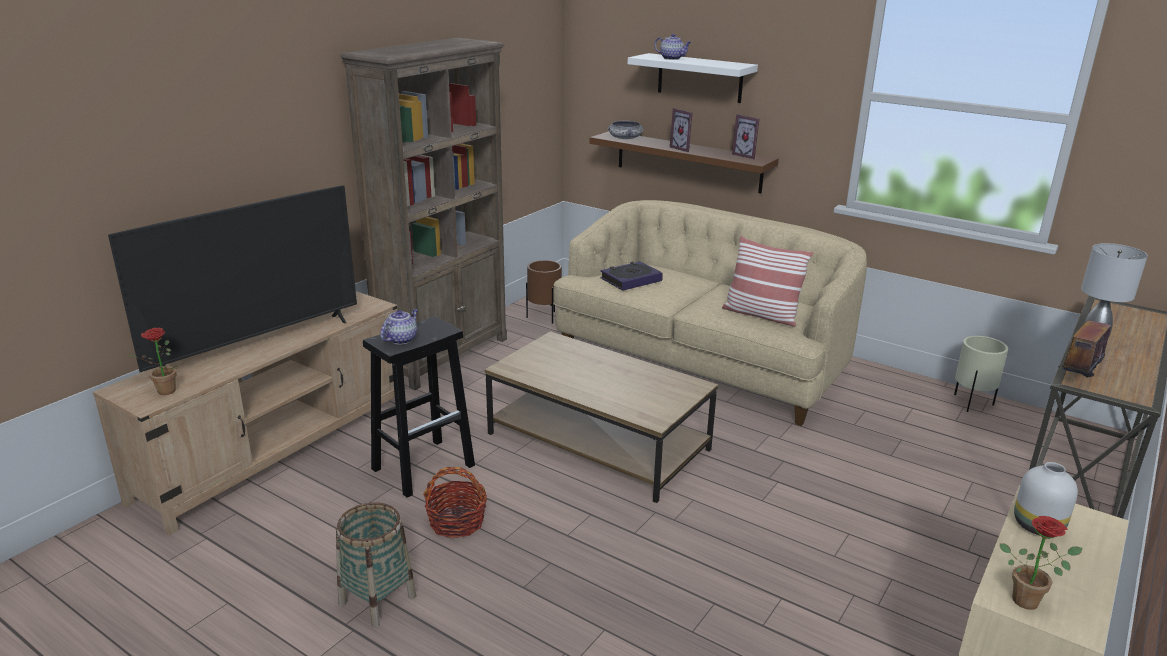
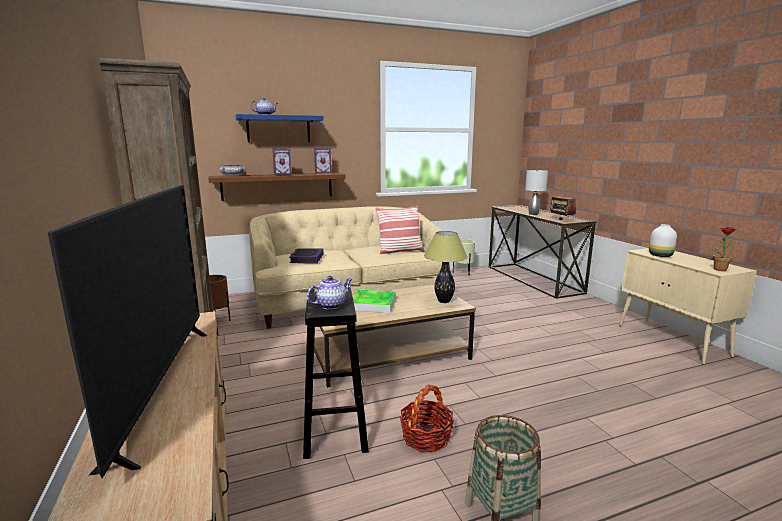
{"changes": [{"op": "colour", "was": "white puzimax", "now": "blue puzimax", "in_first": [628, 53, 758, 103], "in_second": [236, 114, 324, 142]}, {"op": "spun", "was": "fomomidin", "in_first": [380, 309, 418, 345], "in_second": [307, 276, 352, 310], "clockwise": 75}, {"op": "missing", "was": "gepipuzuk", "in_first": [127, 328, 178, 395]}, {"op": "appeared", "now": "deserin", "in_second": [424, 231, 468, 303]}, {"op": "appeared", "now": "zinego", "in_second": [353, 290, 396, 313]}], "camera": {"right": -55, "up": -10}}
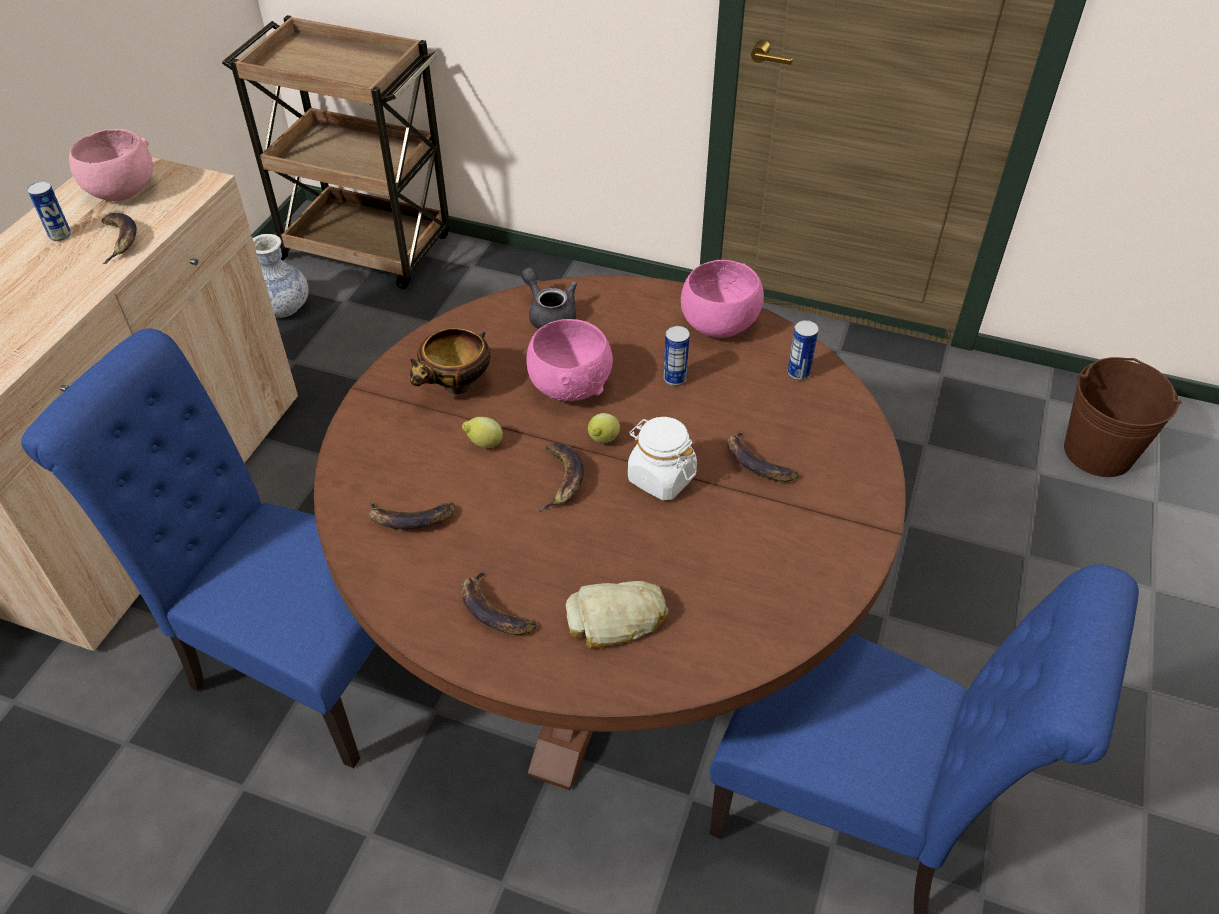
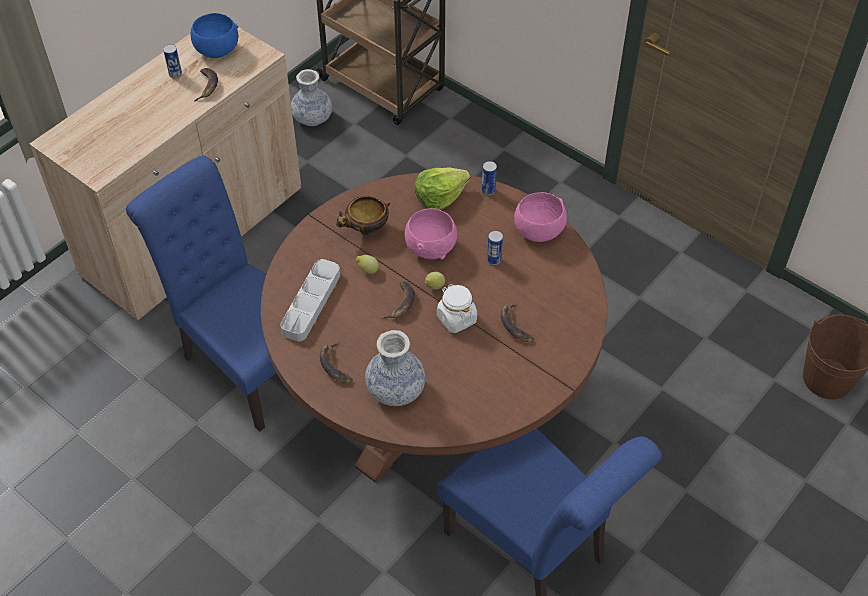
{"changes": [{"op": "colour", "was": "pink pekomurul", "now": "blue pekomurul", "in_first": [69, 129, 153, 201], "in_second": [191, 13, 238, 58]}, {"op": "exchanged", "was": "grey fomomidin", "now": "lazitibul", "in_first": [521, 267, 577, 329], "in_second": [415, 167, 470, 210]}, {"op": "relocated", "was": "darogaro", "in_first": [787, 320, 819, 381], "in_second": [482, 161, 497, 195]}, {"op": "exchanged", "was": "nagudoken", "now": "grey zinego", "in_first": [369, 500, 455, 529], "in_second": [280, 259, 340, 342]}, {"op": "exchanged", "was": "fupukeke", "now": "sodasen", "in_first": [566, 581, 668, 649], "in_second": [365, 330, 425, 406]}], "camera": {"right": 20, "up": 5}}
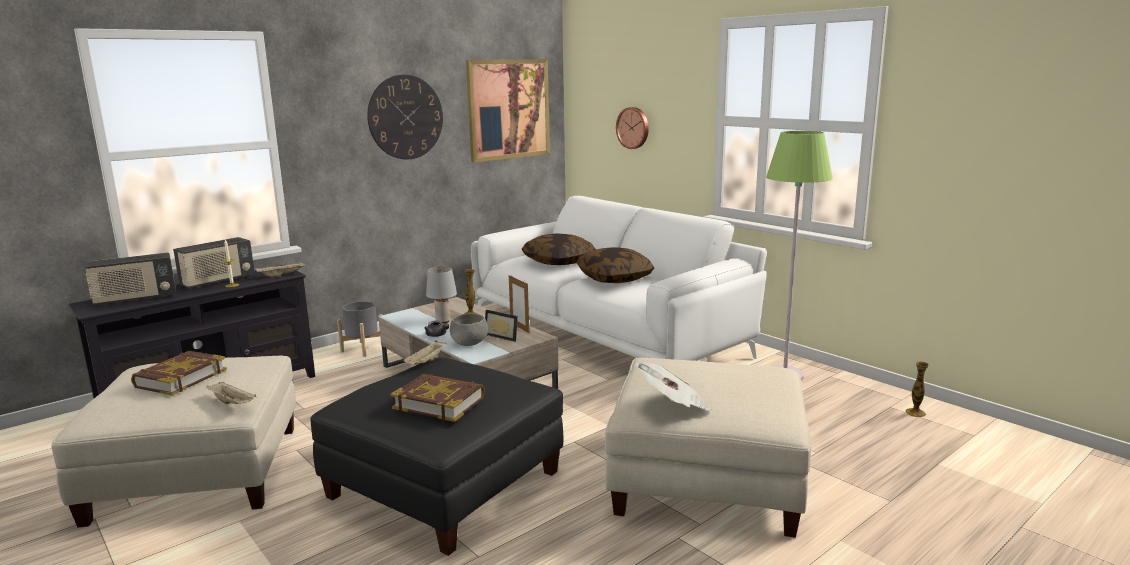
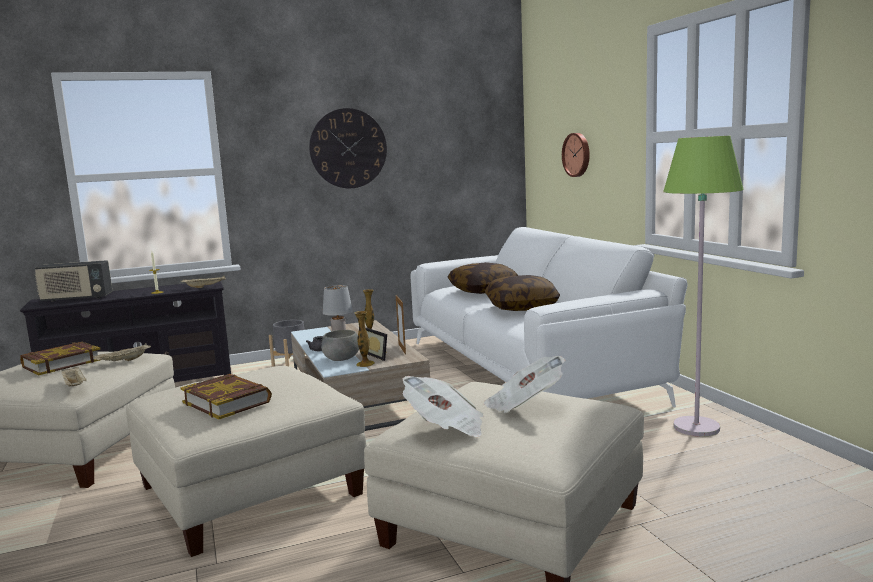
{"changes": [{"op": "missing", "was": "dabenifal", "in_first": [466, 59, 550, 162]}, {"op": "missing", "was": "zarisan", "in_first": [173, 237, 255, 288]}, {"op": "relocated", "was": "beige zinego", "in_first": [403, 340, 447, 364], "in_second": [93, 343, 151, 361]}, {"op": "colour", "was": "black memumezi", "now": "beige memumezi", "in_first": [310, 357, 563, 556], "in_second": [126, 366, 367, 557]}, {"op": "relocated", "was": "sodasen", "in_first": [905, 361, 929, 417], "in_second": [354, 311, 375, 367]}, {"op": "appeared", "now": "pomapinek", "in_second": [484, 356, 566, 413]}], "camera": {"right": 20, "up": -5}}
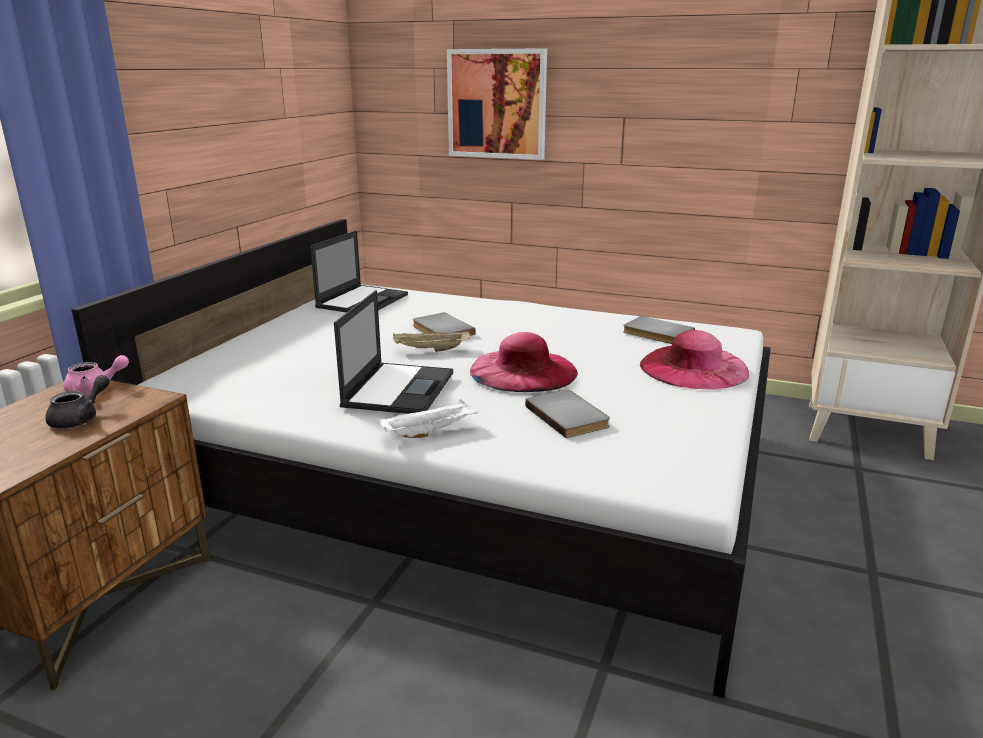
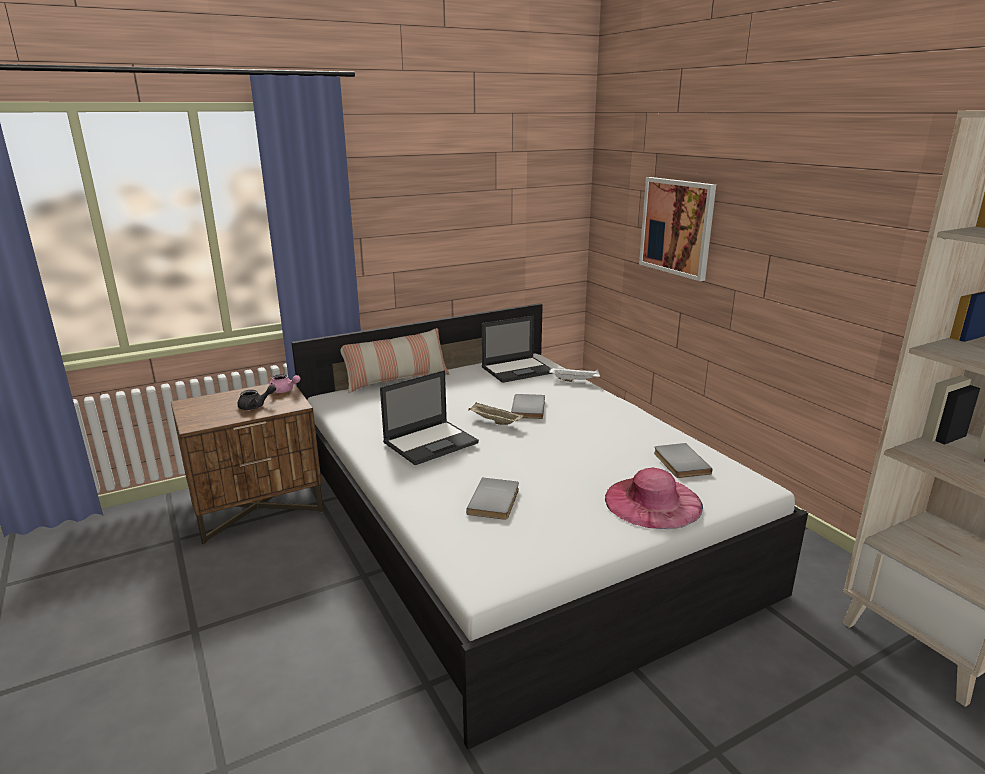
{"changes": [{"op": "missing", "was": "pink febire", "in_first": [470, 332, 578, 392]}, {"op": "relocated", "was": "white zinego", "in_first": [379, 399, 479, 438], "in_second": [549, 368, 600, 382]}, {"op": "appeared", "now": "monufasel", "in_second": [340, 328, 449, 393]}], "camera": {"right": 40, "up": 0}}
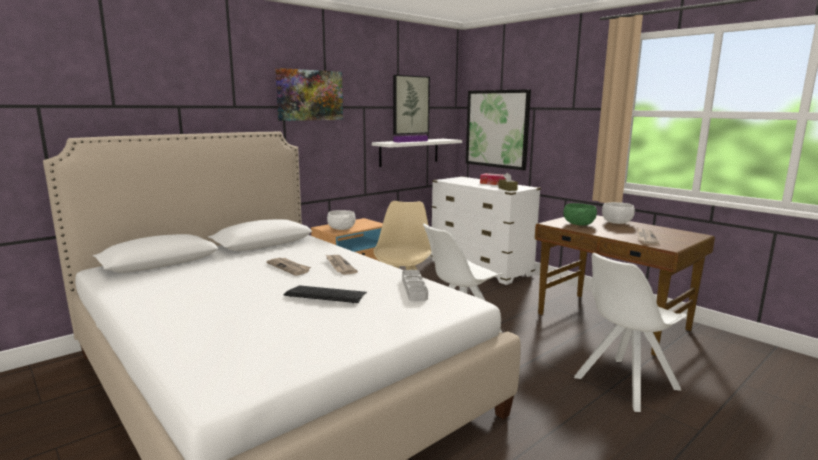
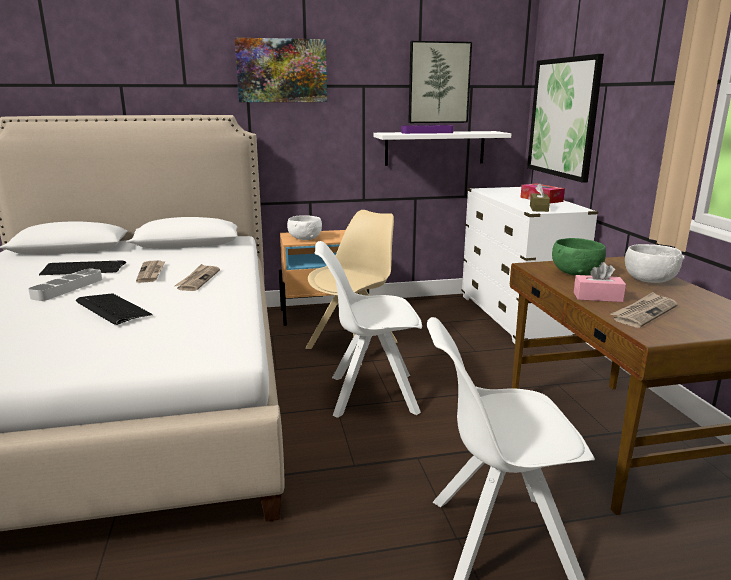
{"changes": [{"op": "relocated", "was": "grey zinego", "in_first": [402, 270, 428, 301], "in_second": [28, 268, 102, 301]}, {"op": "appeared", "now": "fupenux", "in_second": [39, 261, 126, 275]}, {"op": "appeared", "now": "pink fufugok", "in_second": [574, 262, 626, 302]}], "camera": {"right": 30, "up": 5}}
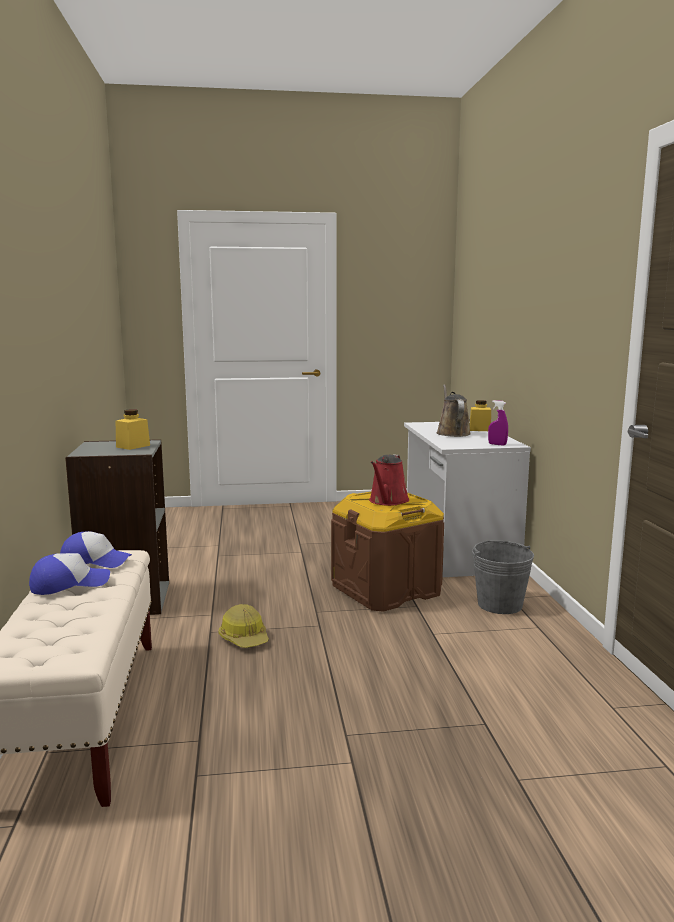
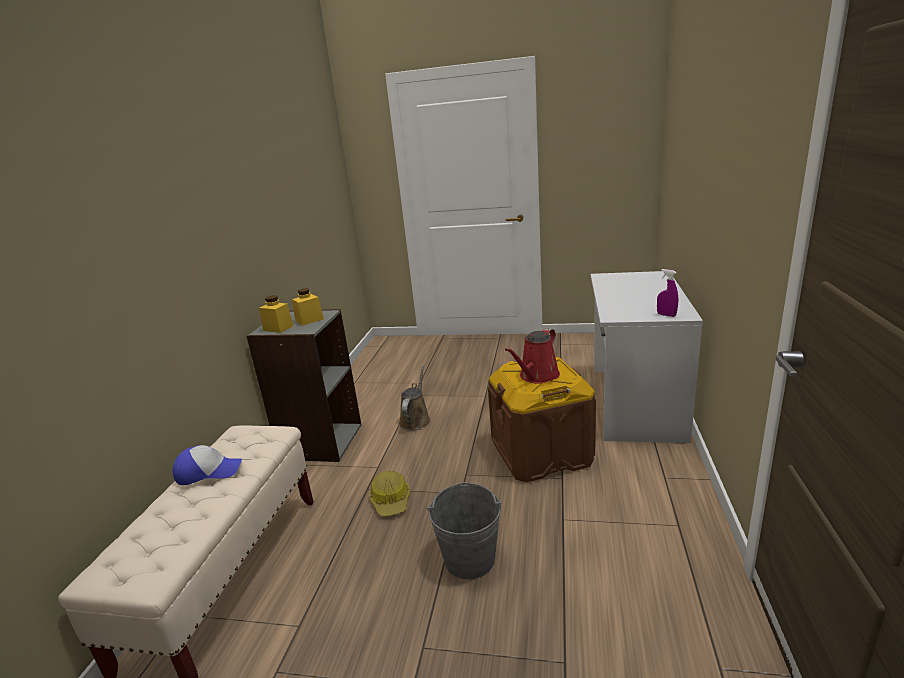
{"changes": [{"op": "relocated", "was": "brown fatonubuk", "in_first": [436, 384, 471, 437], "in_second": [399, 365, 431, 431]}, {"op": "relocated", "was": "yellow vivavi", "in_first": [470, 400, 491, 431], "in_second": [259, 295, 293, 333]}, {"op": "missing", "was": "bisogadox", "in_first": [60, 531, 132, 568]}, {"op": "relocated", "was": "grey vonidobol", "in_first": [472, 541, 534, 614], "in_second": [427, 482, 501, 579]}], "camera": {"right": 20, "up": 10}}
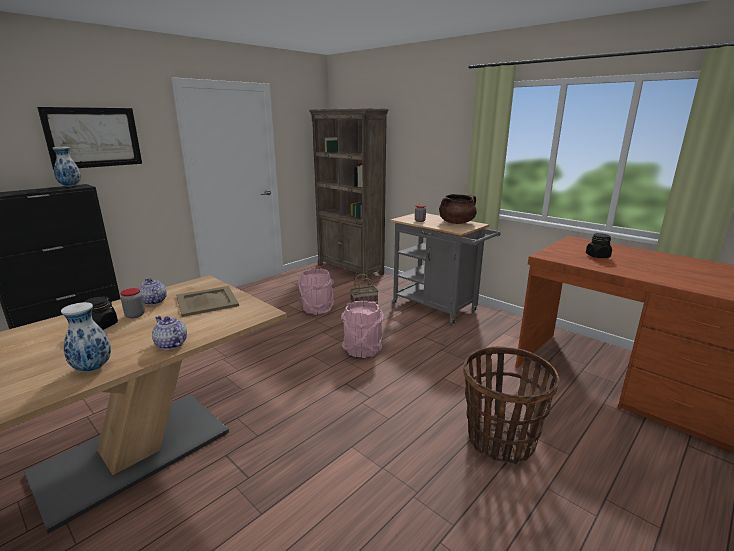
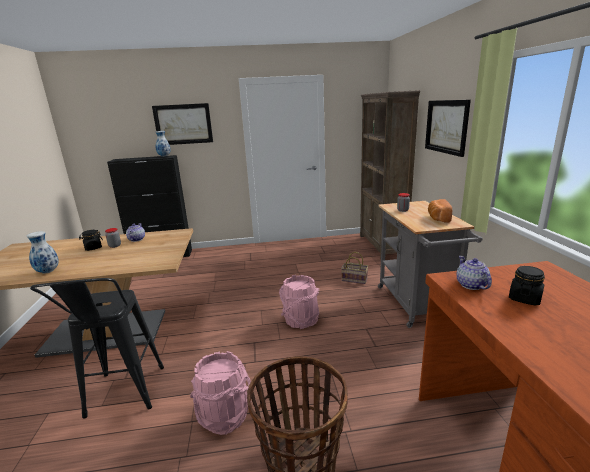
{"changes": [{"op": "exchanged", "was": "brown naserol", "now": "fupukeke", "in_first": [439, 194, 477, 224], "in_second": [428, 199, 452, 223]}, {"op": "relocated", "was": "pink vonidobol", "in_first": [298, 268, 334, 315], "in_second": [190, 351, 251, 435]}, {"op": "missing", "was": "beige zinego", "in_first": [176, 286, 239, 317]}, {"op": "relocated", "was": "fomomidin", "in_first": [152, 316, 187, 350], "in_second": [456, 256, 492, 290]}, {"op": "appeared", "now": "dabenifal", "in_second": [425, 100, 471, 157]}, {"op": "appeared", "now": "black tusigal", "in_second": [30, 278, 164, 418]}], "camera": {"right": 40, "up": 0}}
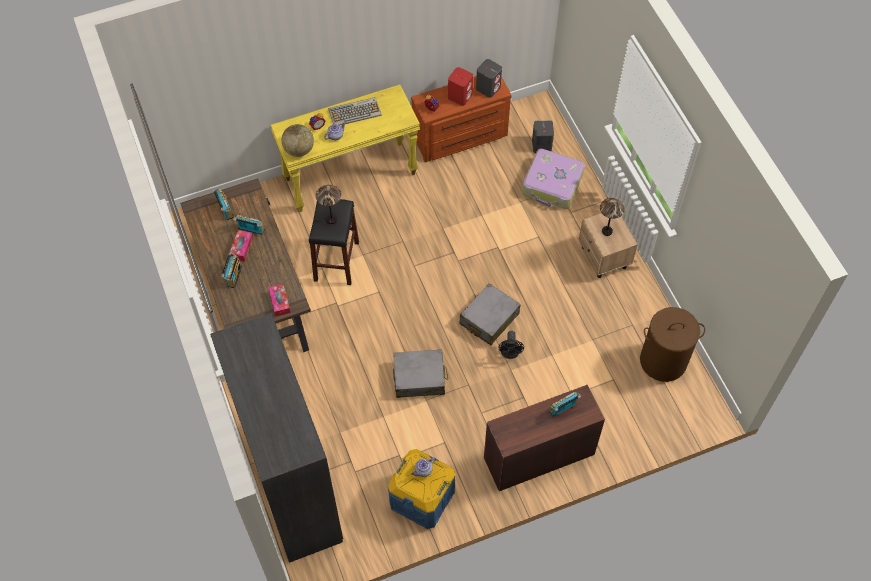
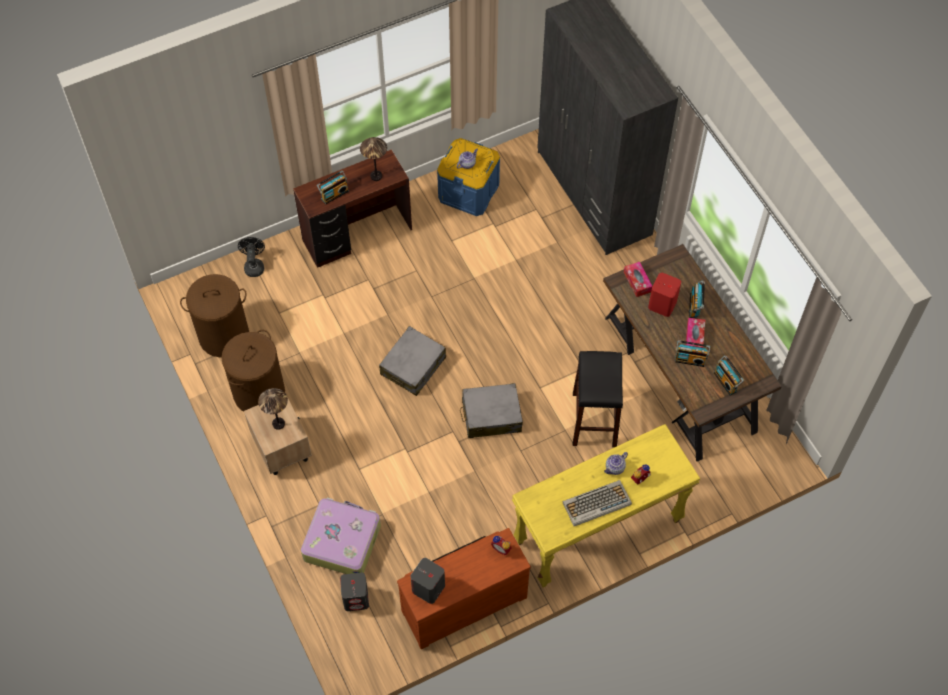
{"changes": [{"op": "relocated", "was": "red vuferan", "in_first": [448, 67, 473, 106], "in_second": [648, 273, 681, 317]}, {"op": "missing", "was": "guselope", "in_first": [281, 124, 314, 157]}, {"op": "relocated", "was": "deserin", "in_first": [316, 185, 341, 224], "in_second": [360, 137, 387, 181]}, {"op": "relocated", "was": "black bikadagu", "in_first": [499, 331, 524, 359], "in_second": [238, 237, 265, 277]}, {"op": "relocated", "was": "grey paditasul", "in_first": [393, 349, 448, 398], "in_second": [460, 383, 523, 438]}, {"op": "appeared", "now": "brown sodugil", "in_second": [221, 330, 285, 412]}], "camera": {"right": 175, "up": 0}}
